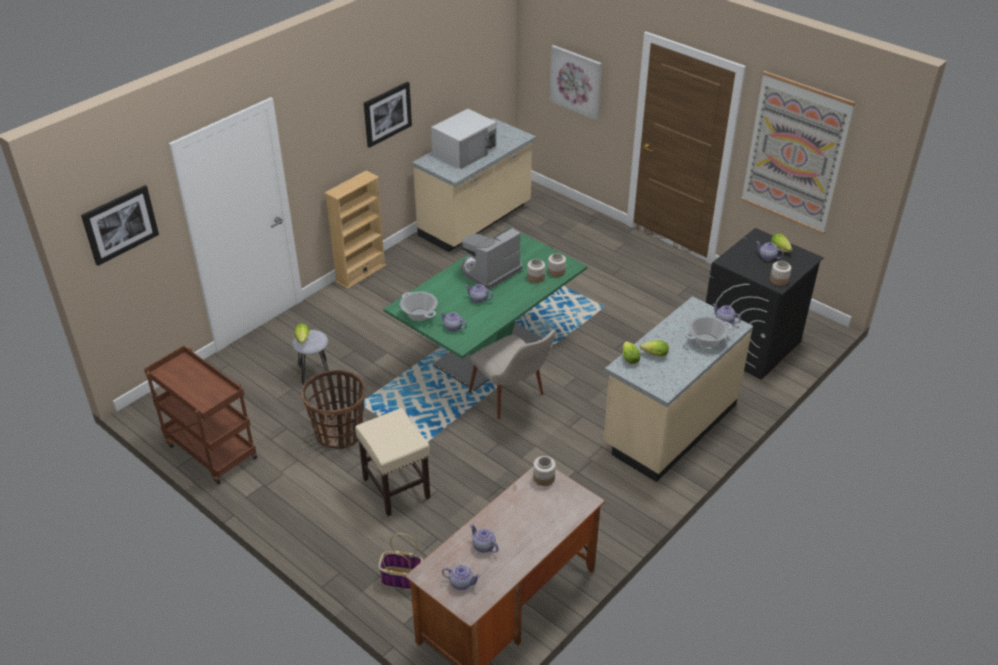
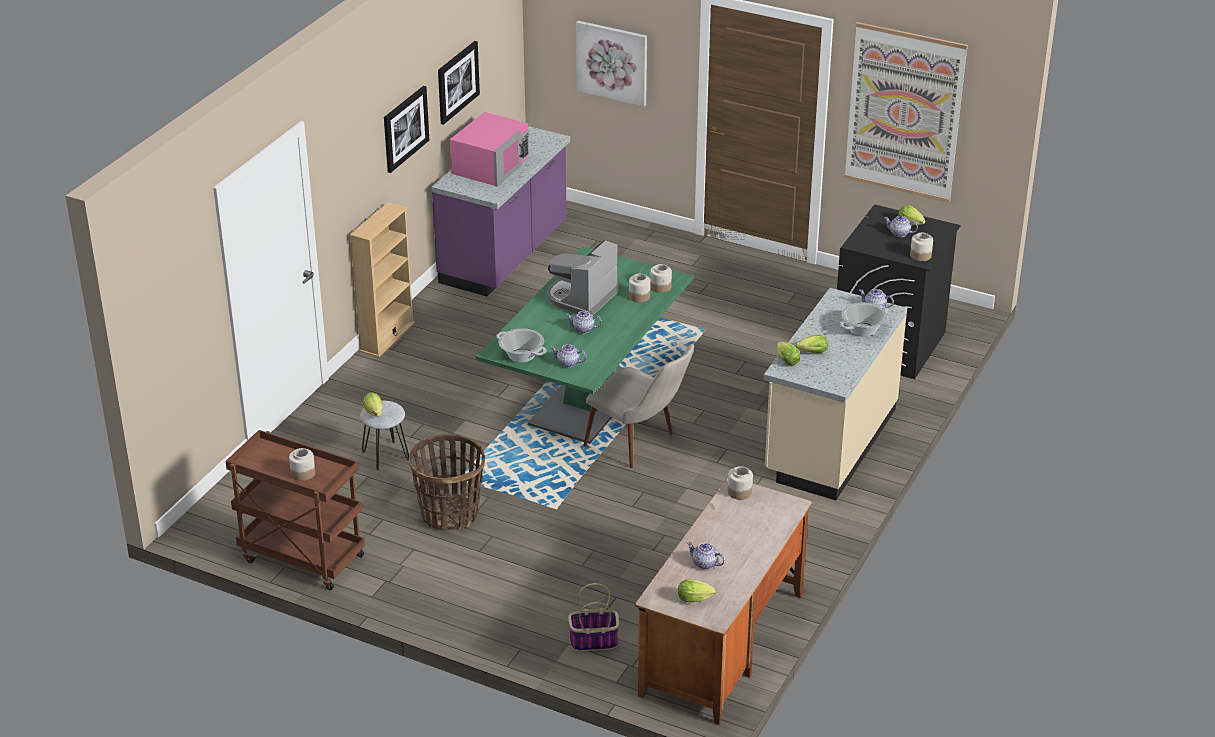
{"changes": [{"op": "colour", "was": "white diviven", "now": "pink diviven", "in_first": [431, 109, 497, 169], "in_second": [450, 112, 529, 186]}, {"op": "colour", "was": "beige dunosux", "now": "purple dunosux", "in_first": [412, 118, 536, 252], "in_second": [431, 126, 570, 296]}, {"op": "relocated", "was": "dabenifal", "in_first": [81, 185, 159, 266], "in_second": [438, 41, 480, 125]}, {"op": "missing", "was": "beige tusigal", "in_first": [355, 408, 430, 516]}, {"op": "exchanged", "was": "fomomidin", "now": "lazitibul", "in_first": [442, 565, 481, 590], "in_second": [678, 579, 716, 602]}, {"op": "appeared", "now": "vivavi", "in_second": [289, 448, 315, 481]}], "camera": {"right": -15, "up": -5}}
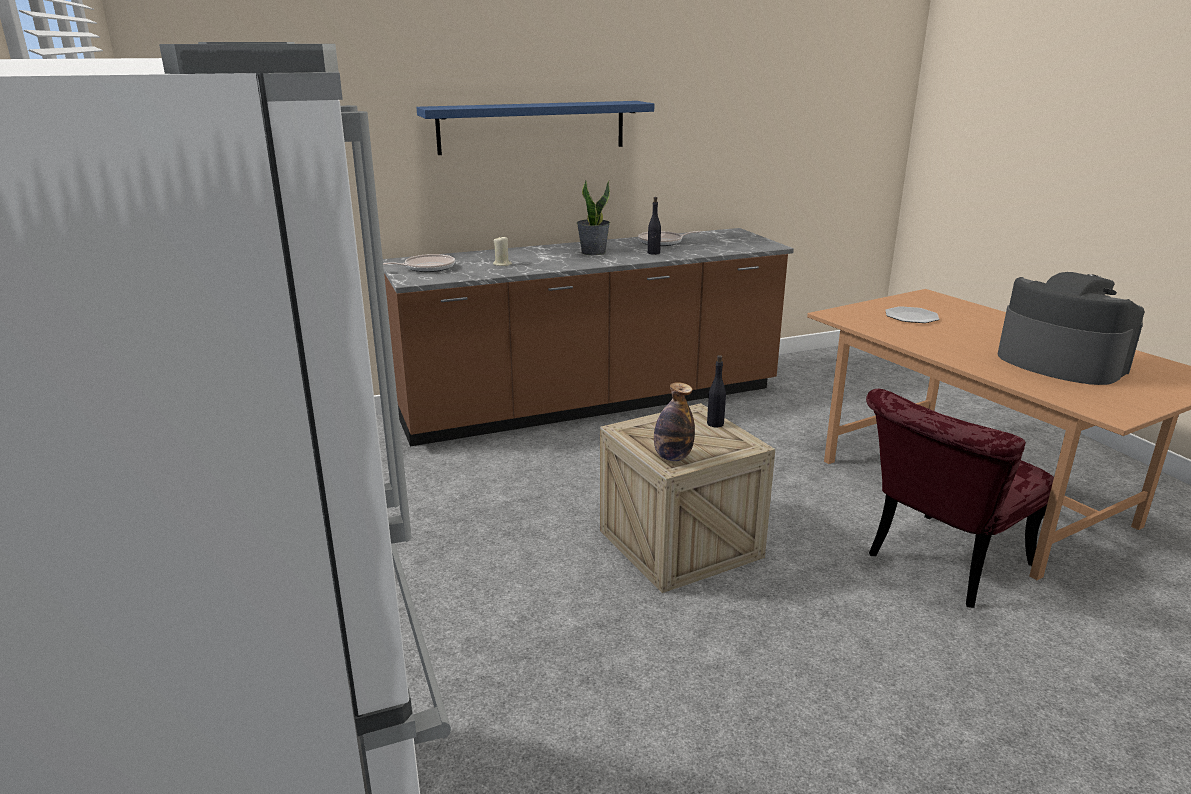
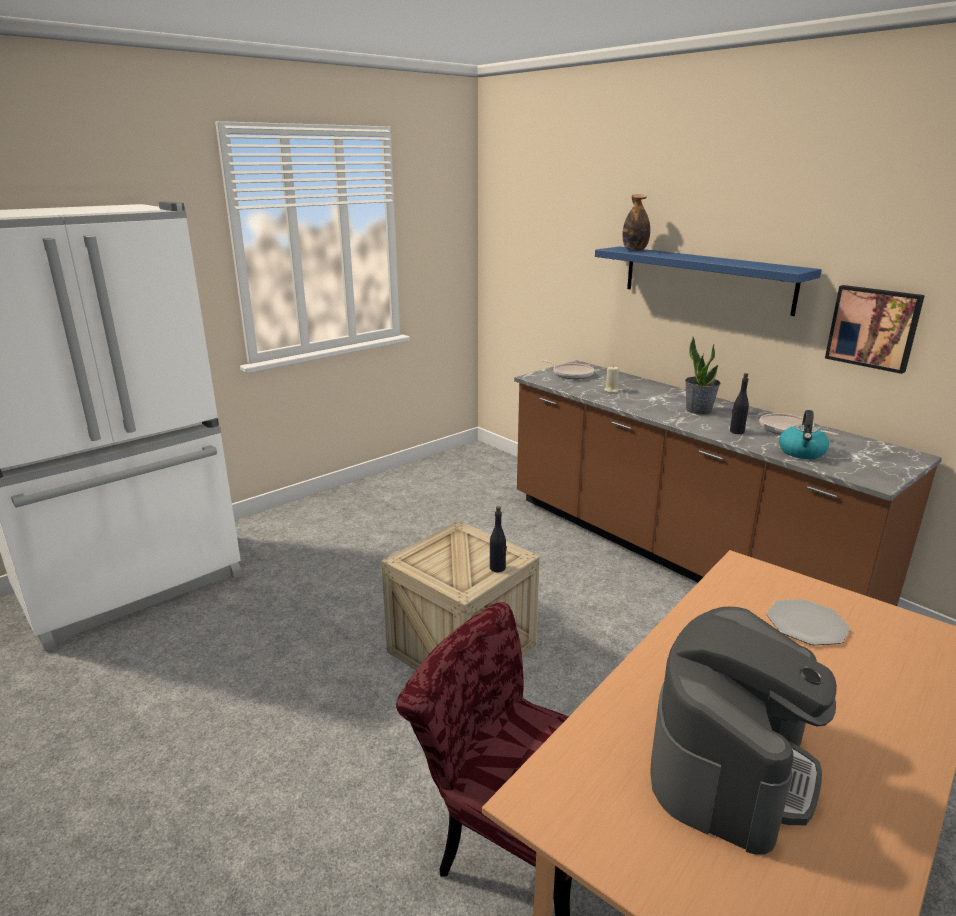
{"changes": [{"op": "relocated", "was": "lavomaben", "in_first": [654, 382, 695, 461], "in_second": [622, 194, 650, 251]}, {"op": "appeared", "now": "dabenifal", "in_second": [825, 285, 925, 374]}, {"op": "appeared", "now": "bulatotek", "in_second": [779, 410, 829, 459]}], "camera": {"right": 70, "up": 0}}
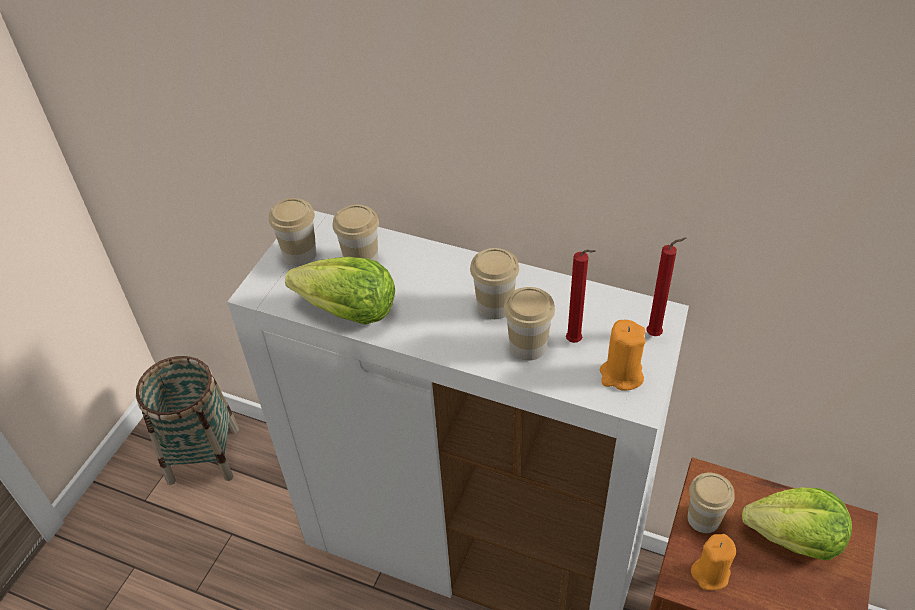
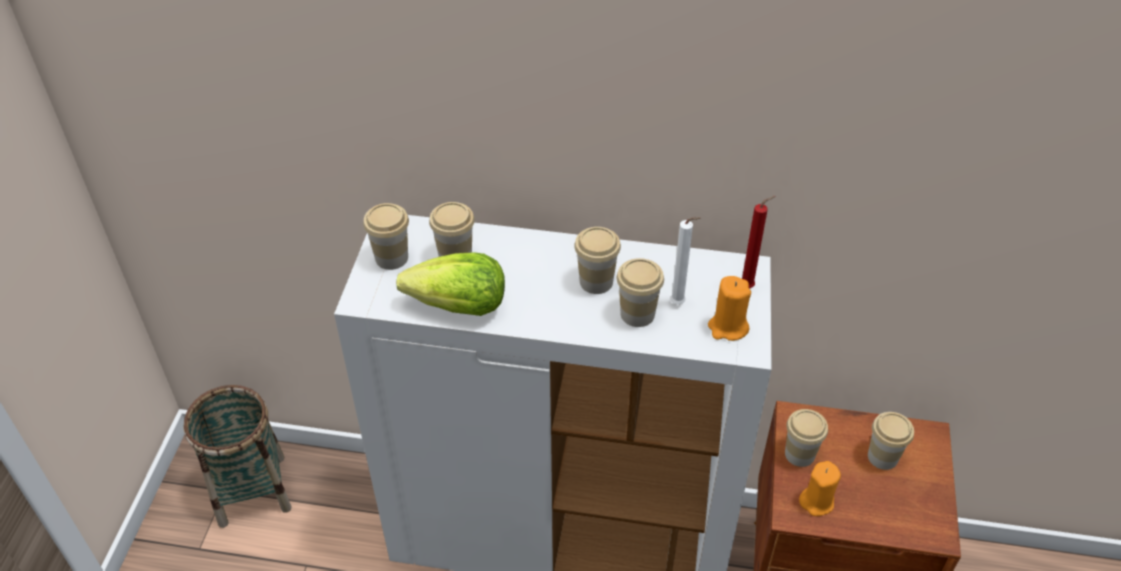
{"changes": [{"op": "colour", "was": "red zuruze", "now": "white zuruze", "in_first": [566, 250, 596, 343], "in_second": [670, 217, 701, 305]}, {"op": "exchanged", "was": "lazitibul", "now": "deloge", "in_first": [742, 487, 852, 560], "in_second": [868, 412, 914, 470]}], "camera": {"right": -15, "up": 0}}
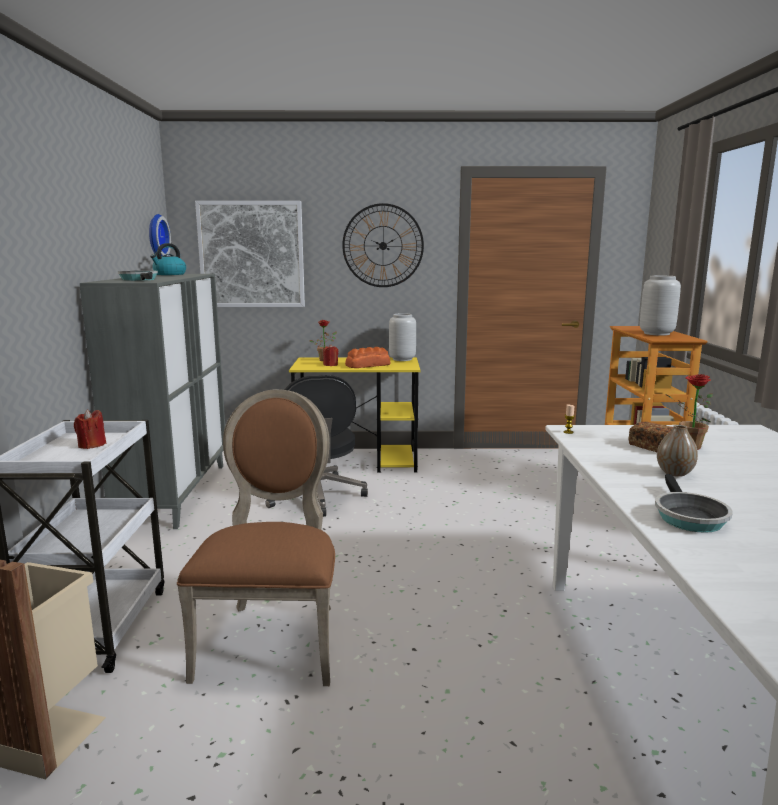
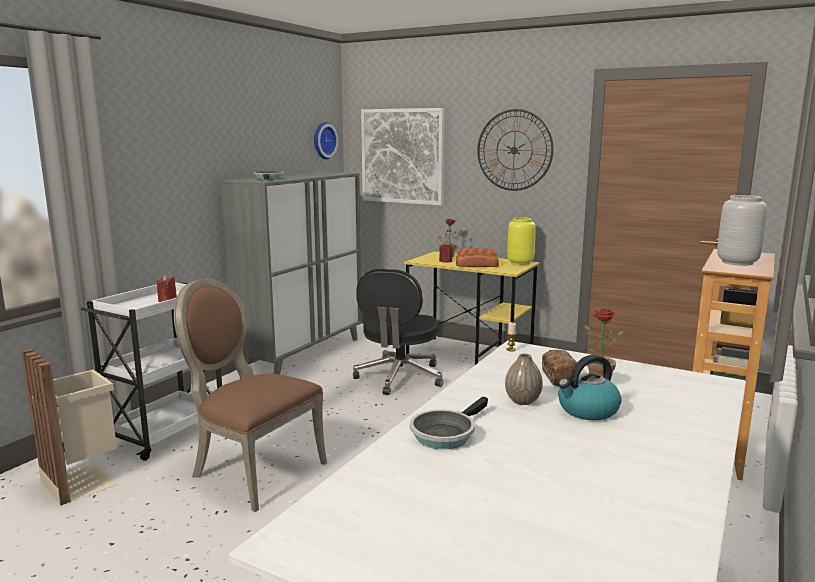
{"changes": [{"op": "relocated", "was": "bulatotek", "in_first": [150, 243, 186, 275], "in_second": [558, 355, 622, 420]}, {"op": "colour", "was": "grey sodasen", "now": "yellow sodasen", "in_first": [389, 313, 416, 361], "in_second": [507, 217, 536, 265]}, {"op": "spun", "was": "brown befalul", "in_first": [177, 389, 335, 686], "in_second": [174, 279, 327, 512], "clockwise": -90}], "camera": {"right": 30, "up": 0}}
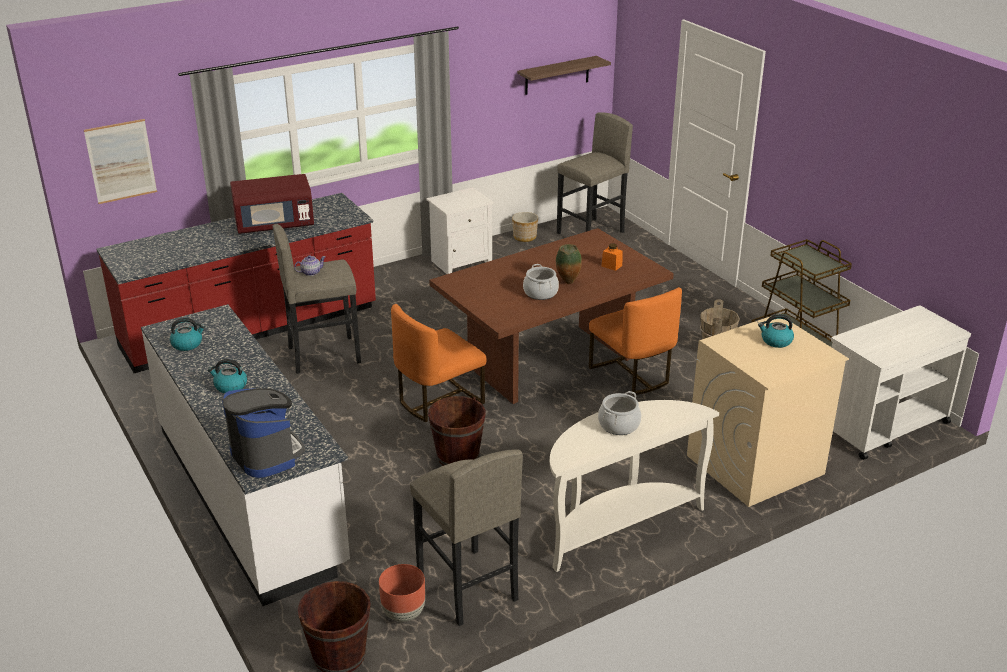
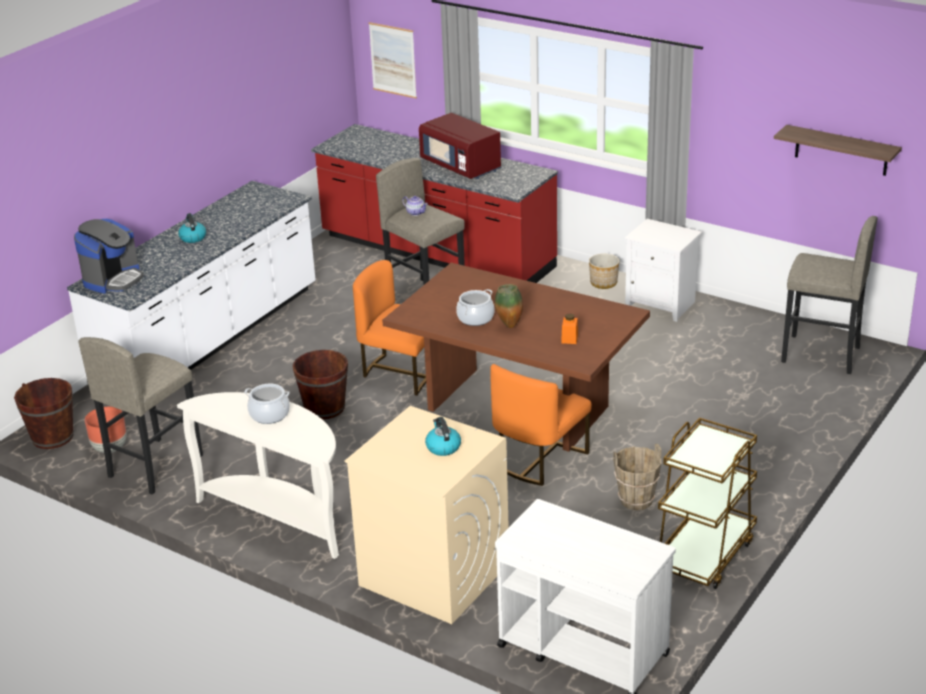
{"changes": [{"op": "relocated", "was": "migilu", "in_first": [512, 212, 538, 242], "in_second": [589, 254, 619, 289]}, {"op": "missing", "was": "bulatotek", "in_first": [170, 318, 205, 351]}], "camera": {"right": 65, "up": 0}}
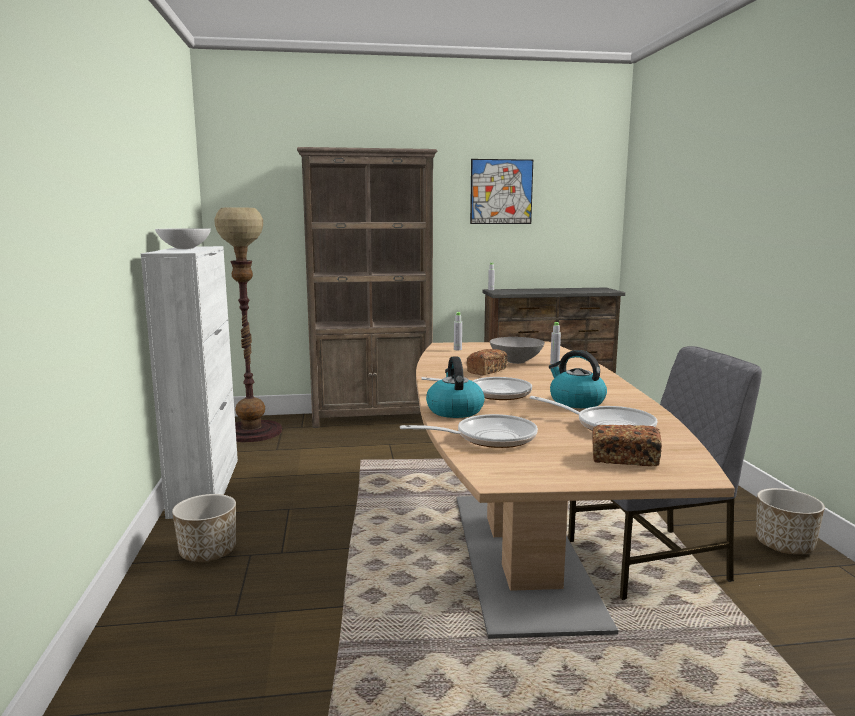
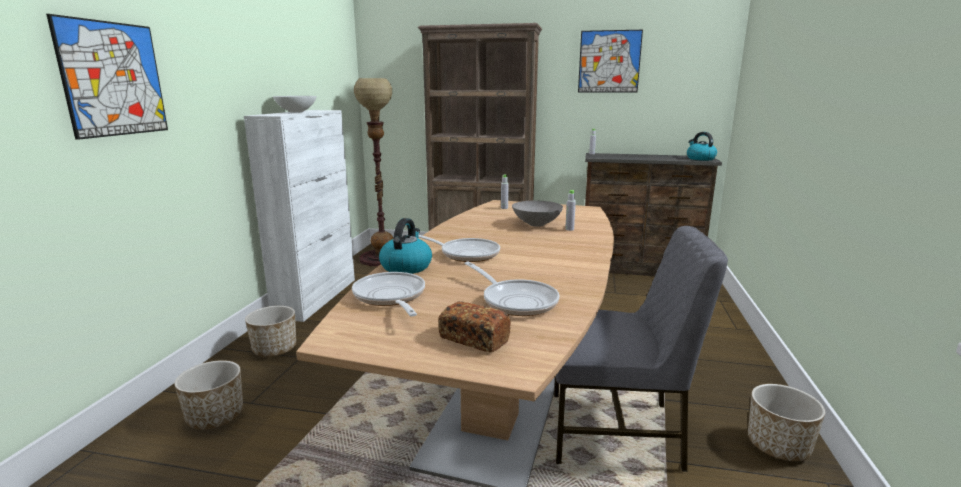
{"changes": [{"op": "missing", "was": "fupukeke", "in_first": [466, 349, 507, 375]}, {"op": "relocated", "was": "bulatotek", "in_first": [549, 350, 607, 408], "in_second": [687, 132, 717, 161]}, {"op": "spun", "was": "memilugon", "in_first": [400, 414, 538, 448], "in_second": [352, 272, 425, 317], "clockwise": -120}, {"op": "appeared", "now": "dabenifal", "in_second": [46, 14, 168, 140]}, {"op": "appeared", "now": "migilu", "in_second": [175, 360, 243, 430]}], "camera": {"right": 20, "up": 5}}
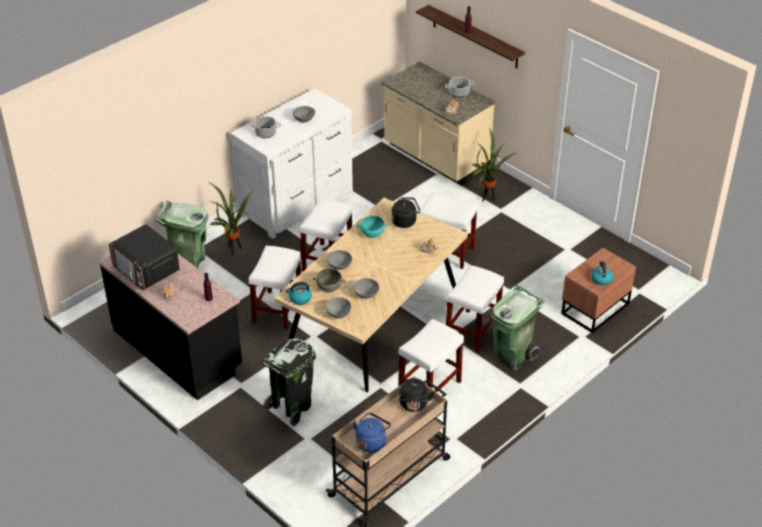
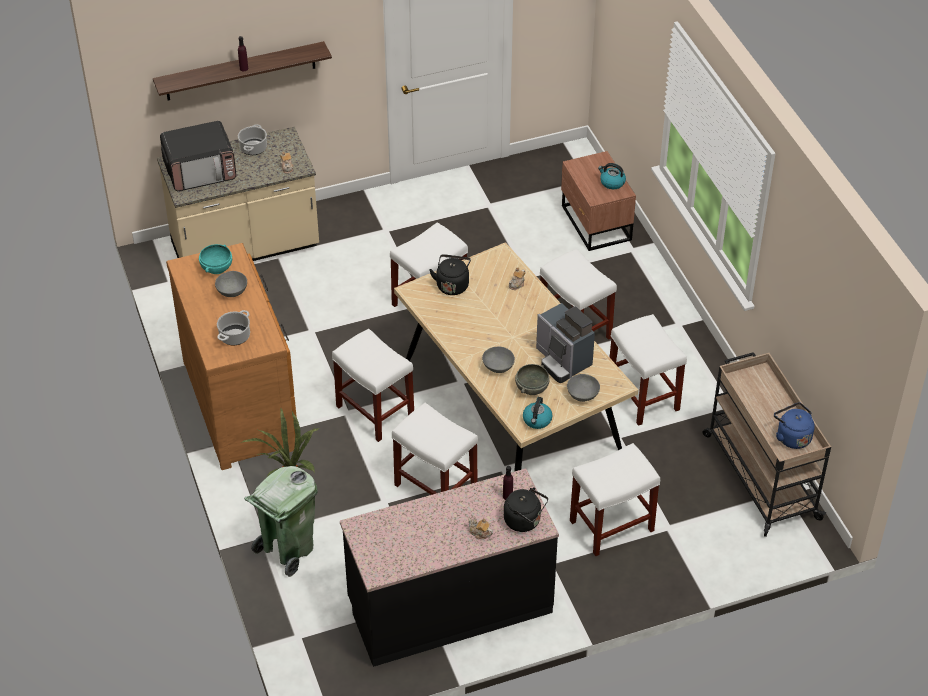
{"changes": [{"op": "colour", "was": "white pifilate", "now": "brown pifilate", "in_first": [230, 88, 353, 239], "in_second": [166, 243, 297, 470]}, {"op": "missing", "was": "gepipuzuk", "in_first": [472, 128, 516, 202]}, {"op": "relocated", "was": "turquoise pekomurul", "in_first": [357, 216, 388, 238], "in_second": [199, 244, 232, 274]}, {"op": "relocated", "was": "diviven", "in_first": [109, 224, 180, 290], "in_second": [160, 121, 237, 191]}, {"op": "exchanged", "was": "grey pekomurul", "now": "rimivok", "in_first": [353, 278, 379, 298], "in_second": [536, 303, 595, 383]}, {"op": "missing", "was": "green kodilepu", "in_first": [491, 285, 544, 370]}, {"op": "exchanged", "was": "black kodilepu", "now": "white tusigal", "in_first": [260, 339, 316, 427], "in_second": [570, 443, 660, 556]}, {"op": "relocated", "was": "black bulatotek", "in_first": [399, 378, 435, 412], "in_second": [504, 487, 548, 532]}], "camera": {"right": -65, "up": 5}}
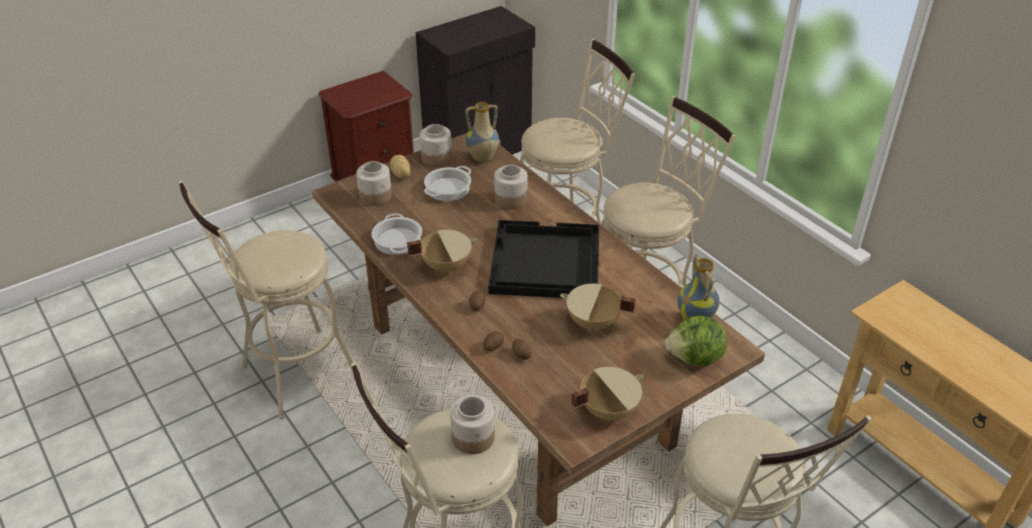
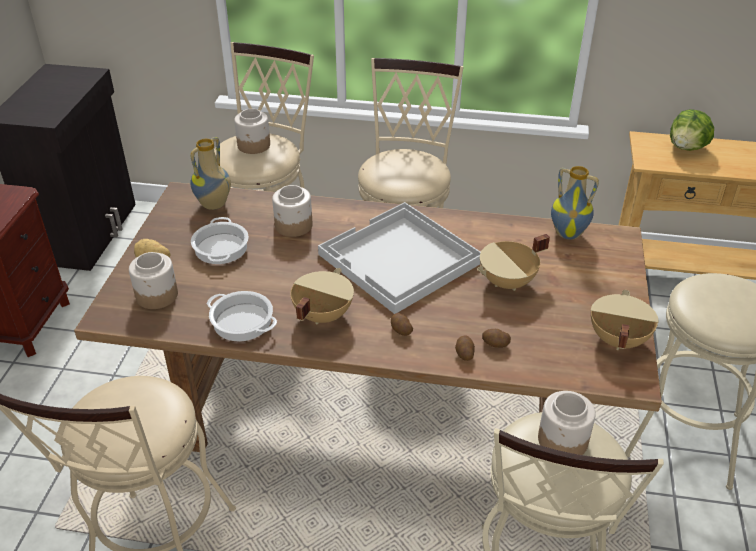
{"changes": [{"op": "relocated", "was": "vivavi", "in_first": [420, 124, 452, 167], "in_second": [234, 109, 270, 154]}, {"op": "colour", "was": "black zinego", "now": "white zinego", "in_first": [488, 220, 599, 298], "in_second": [318, 202, 481, 314]}, {"op": "relocated", "was": "lazitibul", "in_first": [665, 315, 727, 367], "in_second": [670, 109, 714, 151]}], "camera": {"right": -45, "up": 0}}
